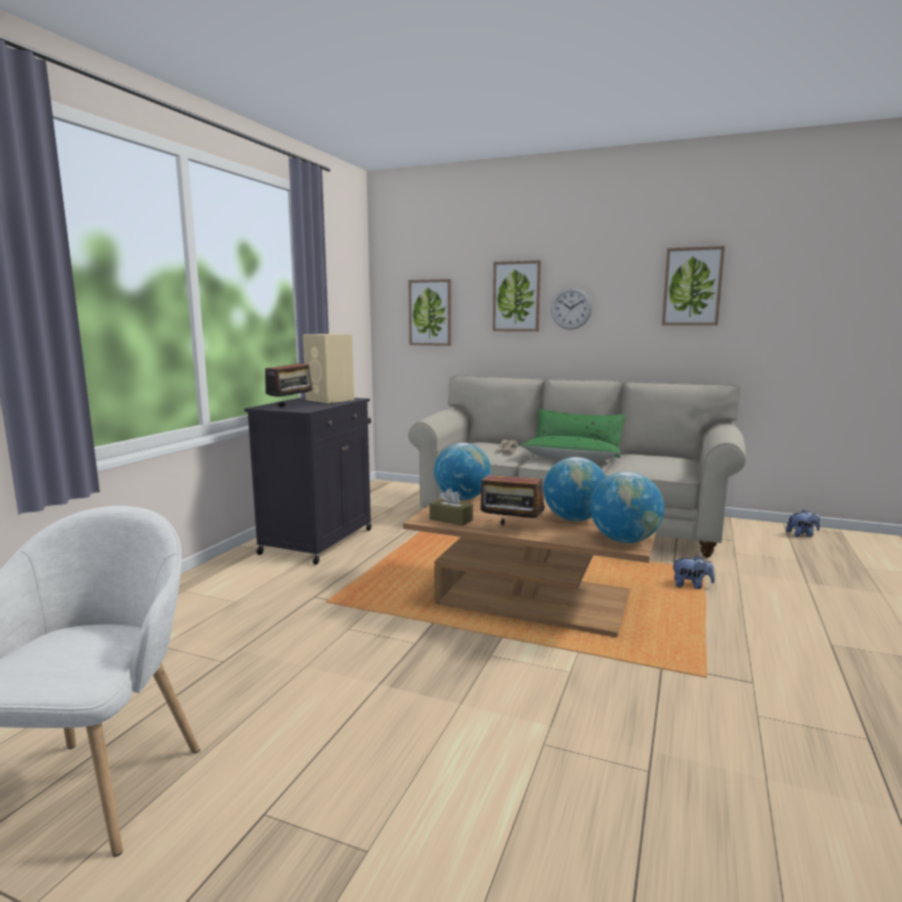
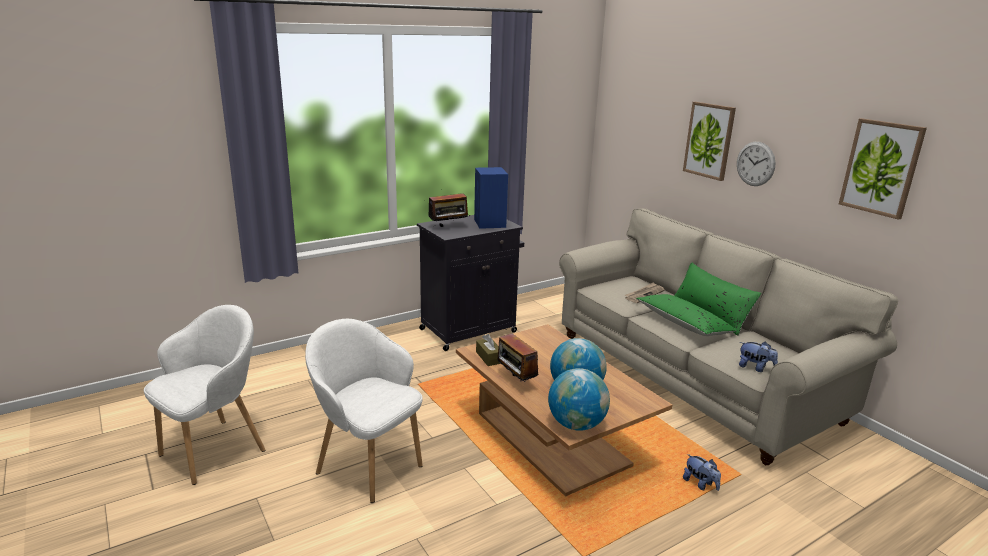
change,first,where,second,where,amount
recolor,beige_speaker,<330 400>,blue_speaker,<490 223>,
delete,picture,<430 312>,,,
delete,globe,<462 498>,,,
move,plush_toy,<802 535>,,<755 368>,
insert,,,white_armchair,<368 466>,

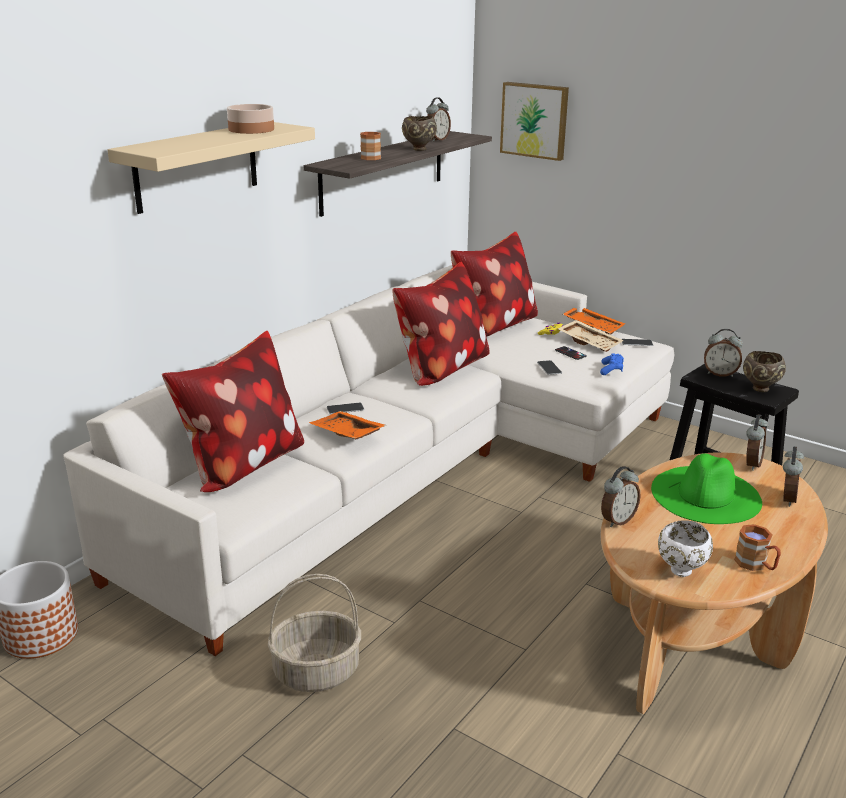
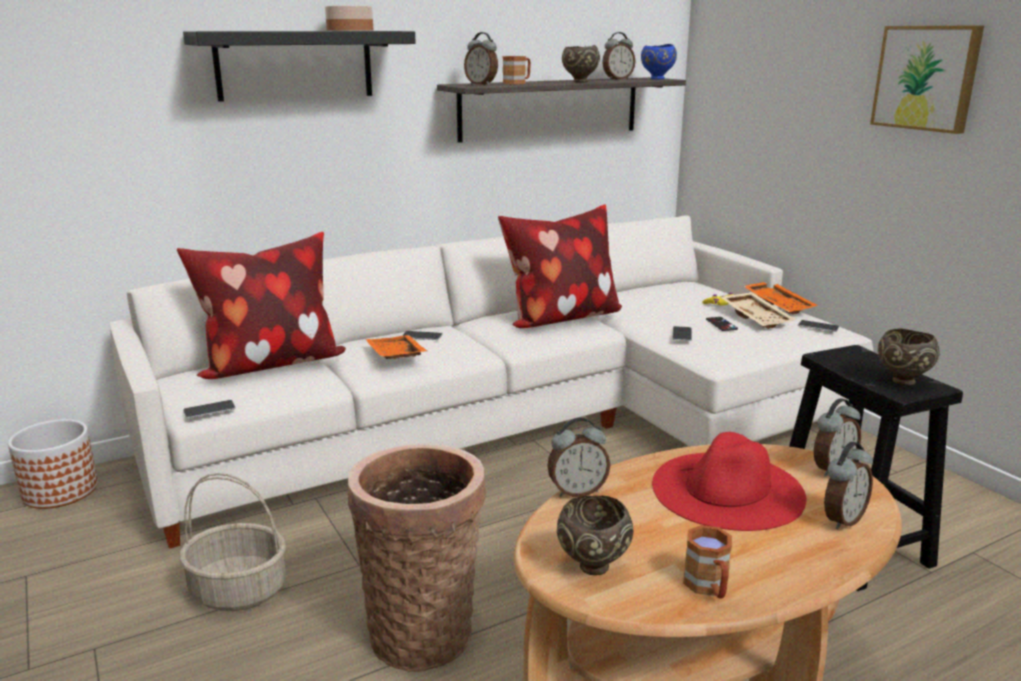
change,first,where,second,where,amount
recolor,beige_shelf,<197 166>,black_shelf,<295 65>,
delete,pillow,<493 327>,,,
move,picture,<535 120>,,<927 78>,
delete,blue_game_controller,<611 370>,,,
recolor,green_hat,<706 494>,red_hat,<728 489>,
recolor,white_bowl,<680 572>,brown_bowl,<592 568>,
move,alarm_clock,<720 374>,,<482 84>,
insert,,,phone,<209 409>,
insert,,,basket,<423 630>,
insert,,,blue_bowl,<657 79>,

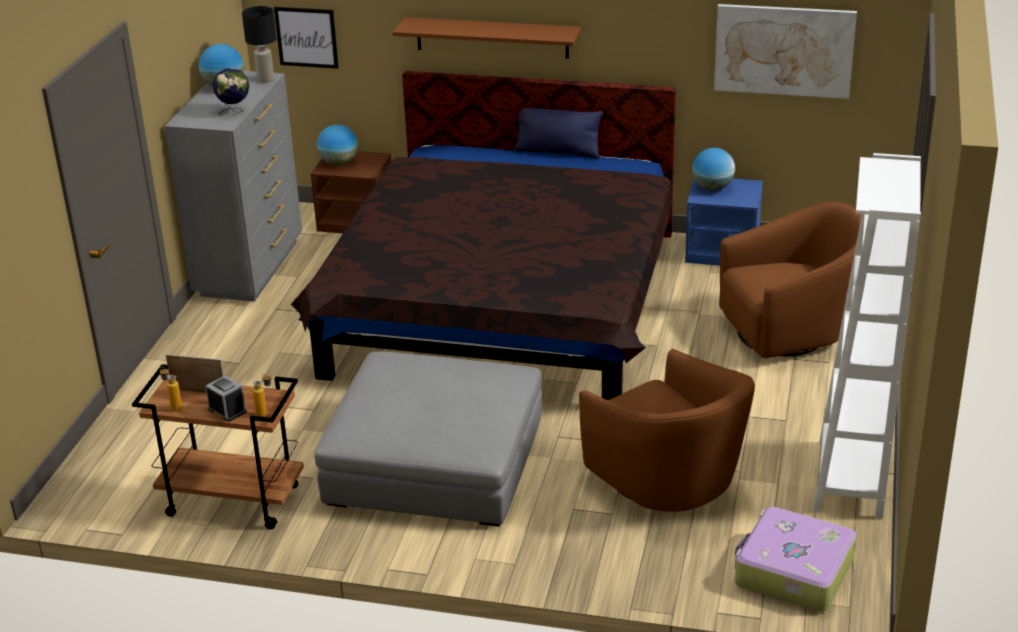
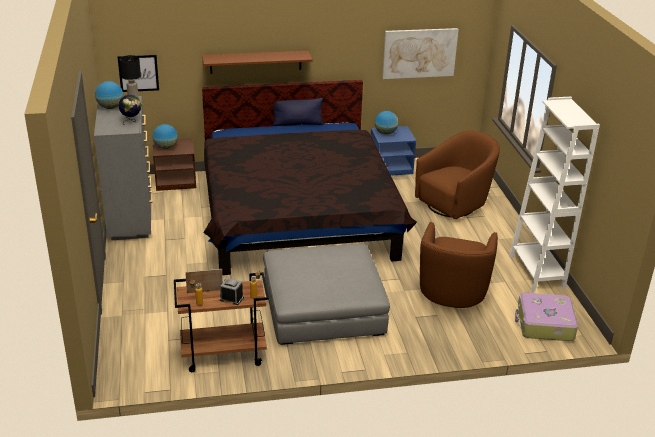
change,first,where,second,where,amount
rotate,brown_armchair,<668 482>,,<452 292>,75 degrees clockwise

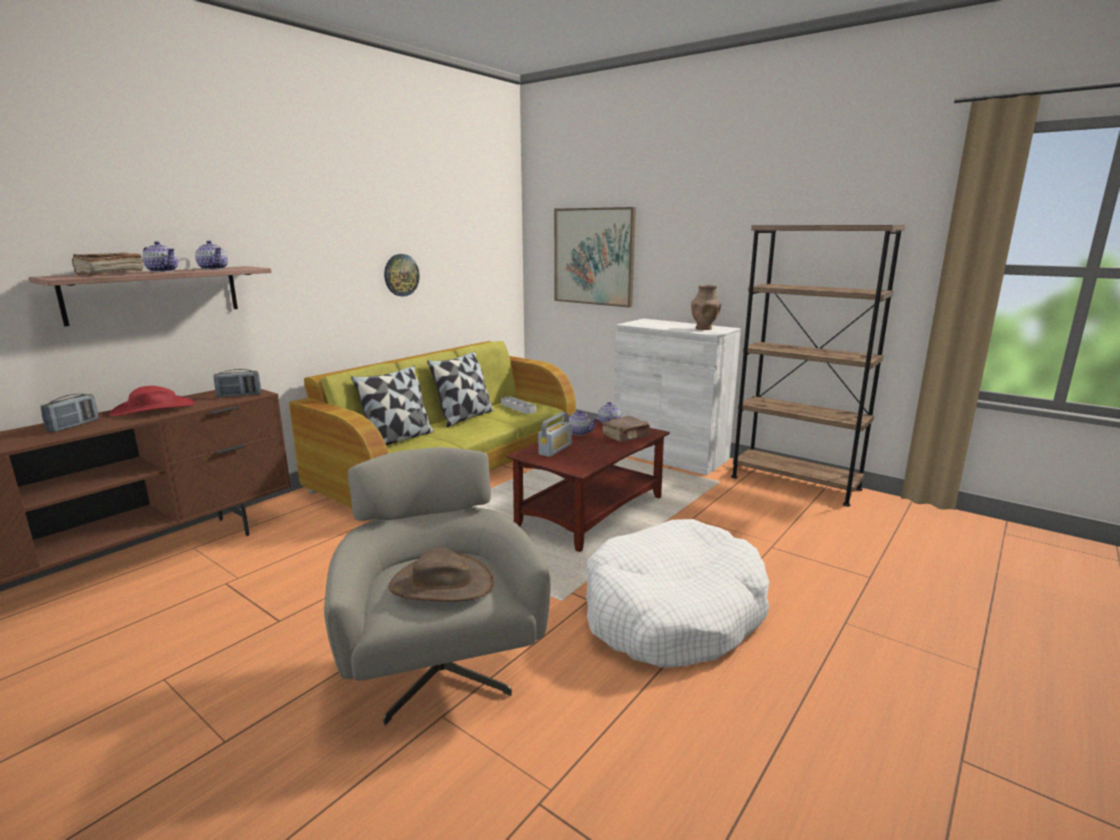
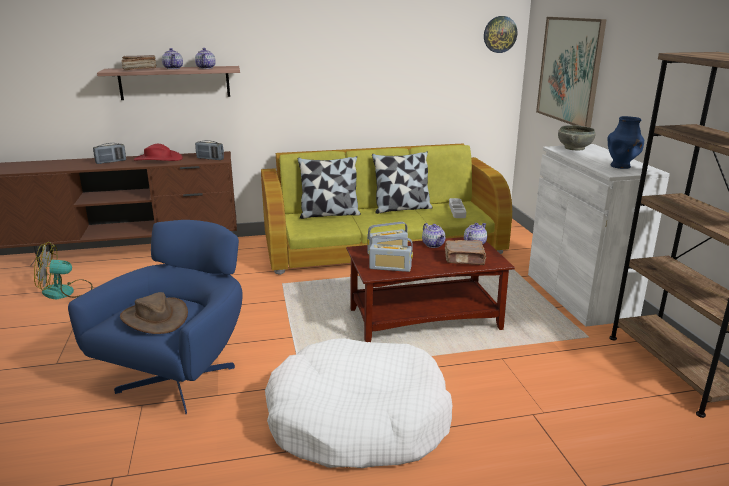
change,first,where,second,where,amount
recolor,grey_armchair,<440 666>,blue_armchair,<180 377>,
move,wall_clock,<401 275>,,<500 34>,
recolor,brown_vase,<704 328>,blue_vase,<621 166>,
insert,,,fan,<66 292>,
insert,,,radio,<390 268>,
insert,,,grey_bowl,<574 148>,

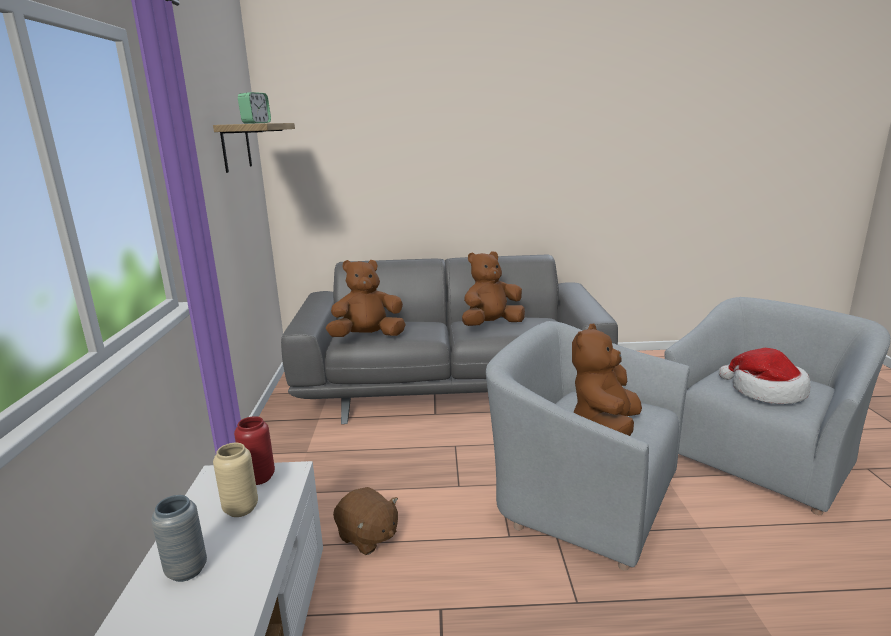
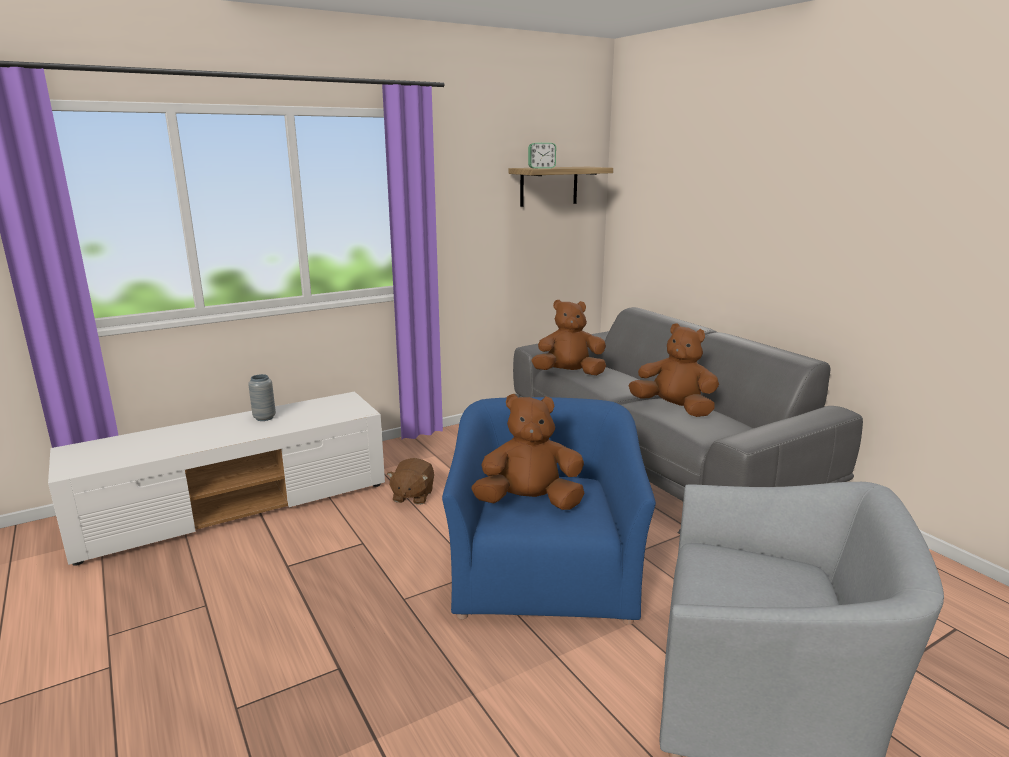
change,first,where,second,where,amount
delete,beige_vase,<241 509>,,,
delete,red_vase,<259 478>,,,
rotate,brown_plush_toy,<367 337>,,<569 373>,45 degrees counterclockwise
recolor,grey_armchair,<582 496>,blue_armchair,<544 576>,
delete,hat,<765 391>,,,

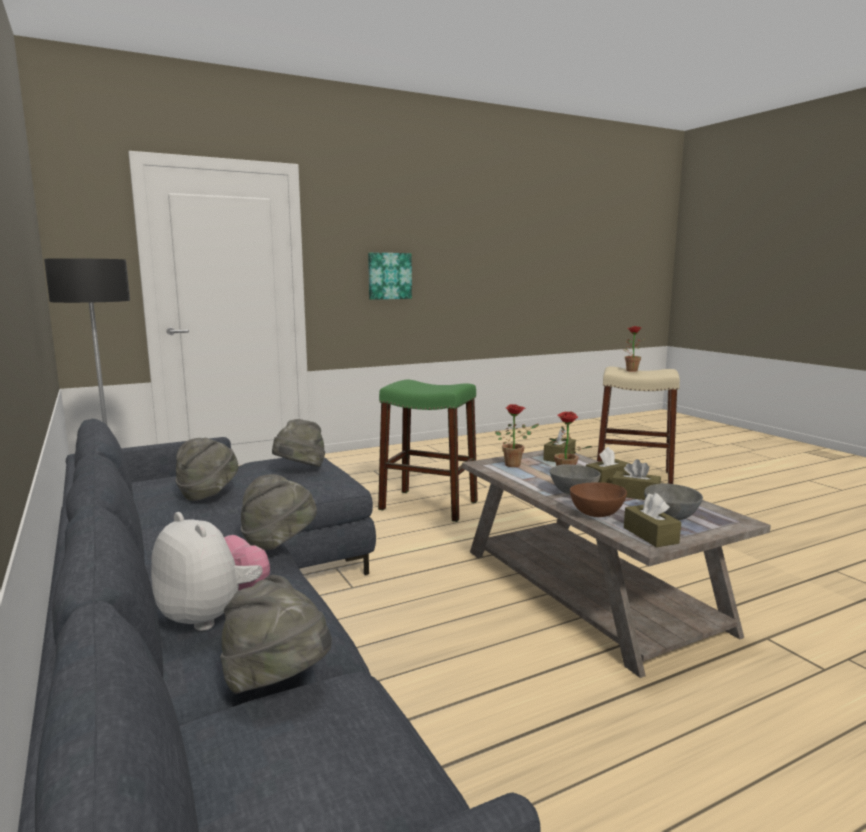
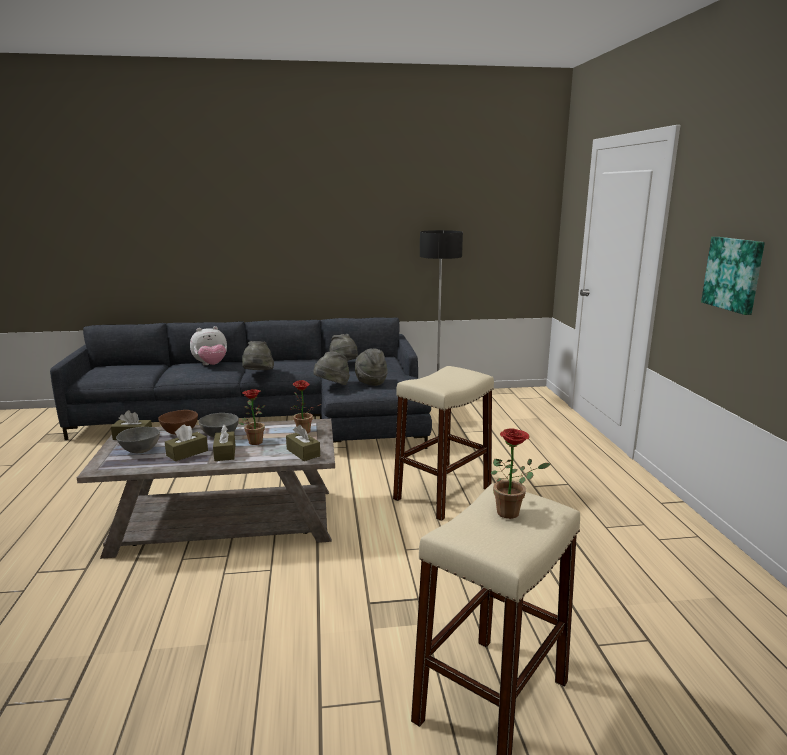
change,first,where,second,where,amount
move,grey_hat,<278 683>,,<332 386>,
recolor,green_stool,<429 505>,beige_stool,<442 494>,

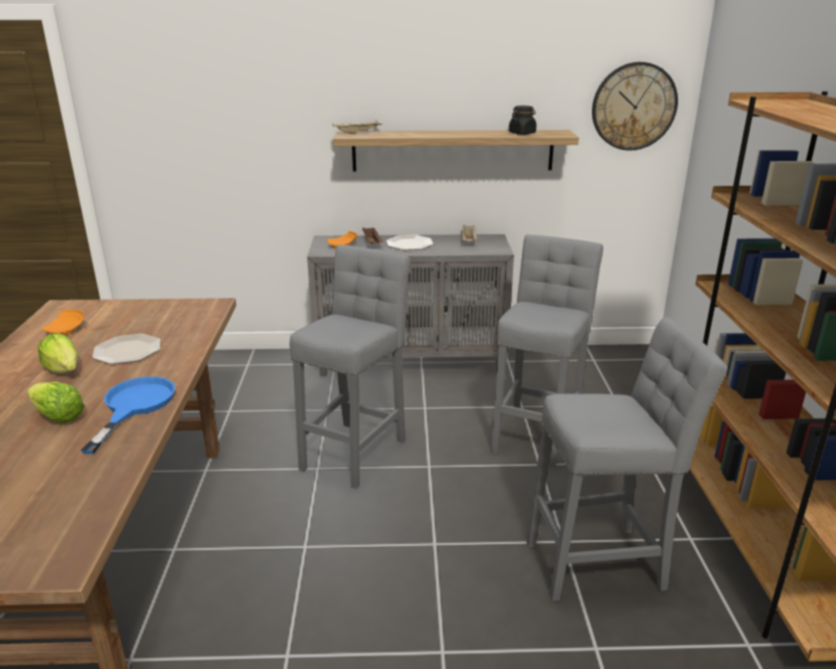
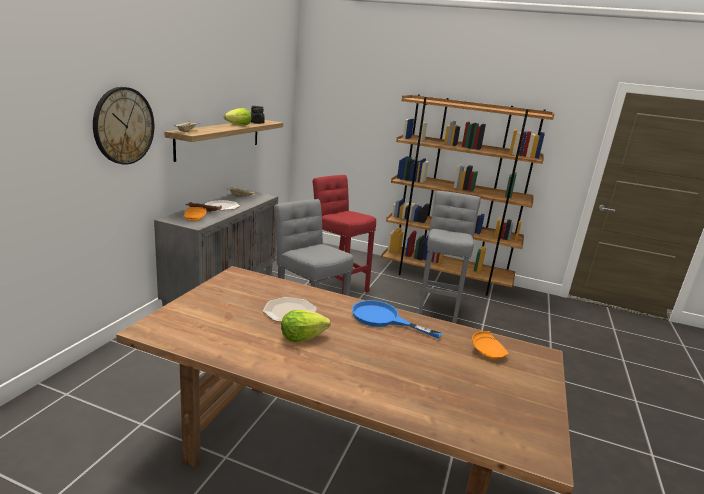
change,first,where,second,where,amount
move,lettuce,<58 417>,,<239 125>,
move,orange_plate,<66 330>,,<488 352>,
recolor,grey_stool,<537 432>,red_stool,<337 285>,
move,wall_clock,<634 106>,,<124 126>,

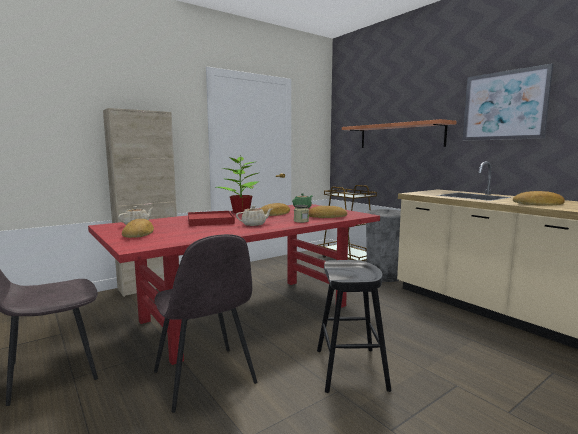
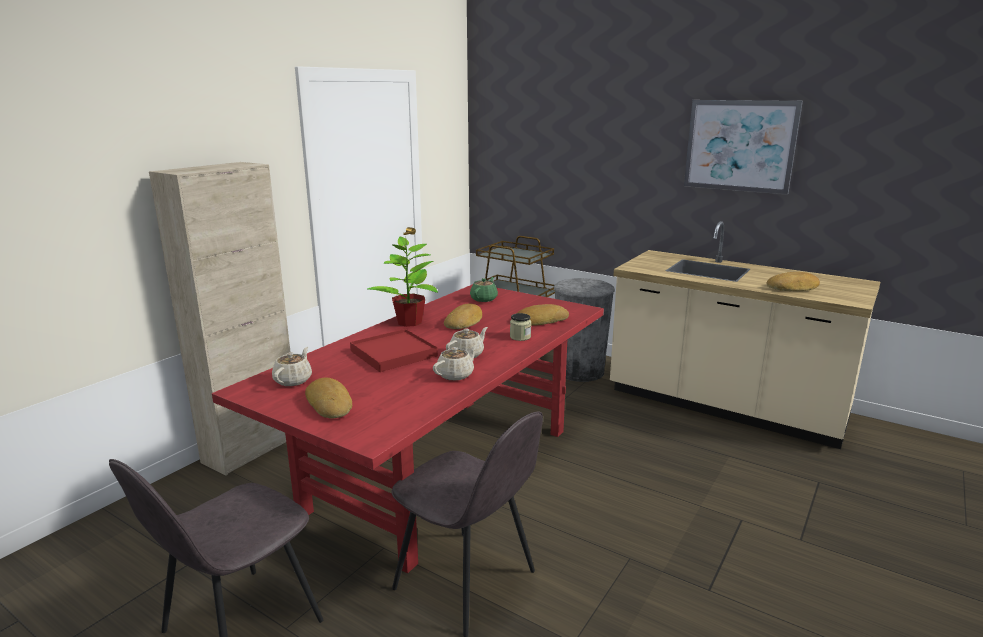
change,first,where,second,where,amount
delete,black_stool,<350 369>,,,
delete,shelf,<400 136>,,,
insert,,,beige_teapot,<456 375>,

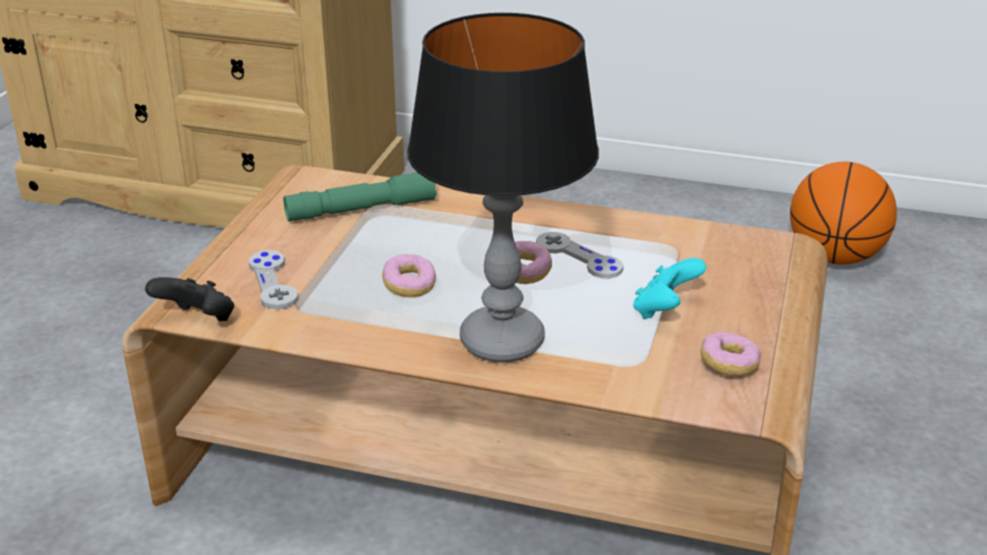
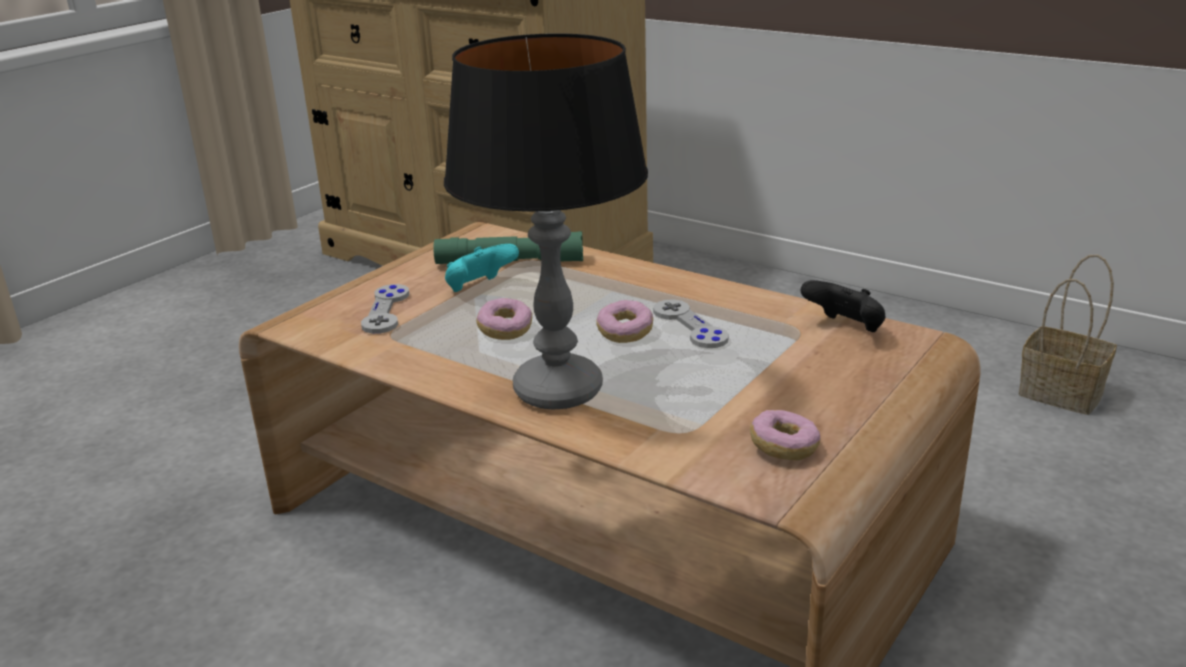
change,first,where,second,where,amount
move,black_game_controller,<198 321>,,<845 329>,
move,turquoise_game_controller,<664 311>,,<479 288>,
replace,basketball,<835 257>,basket,<1063 394>,

